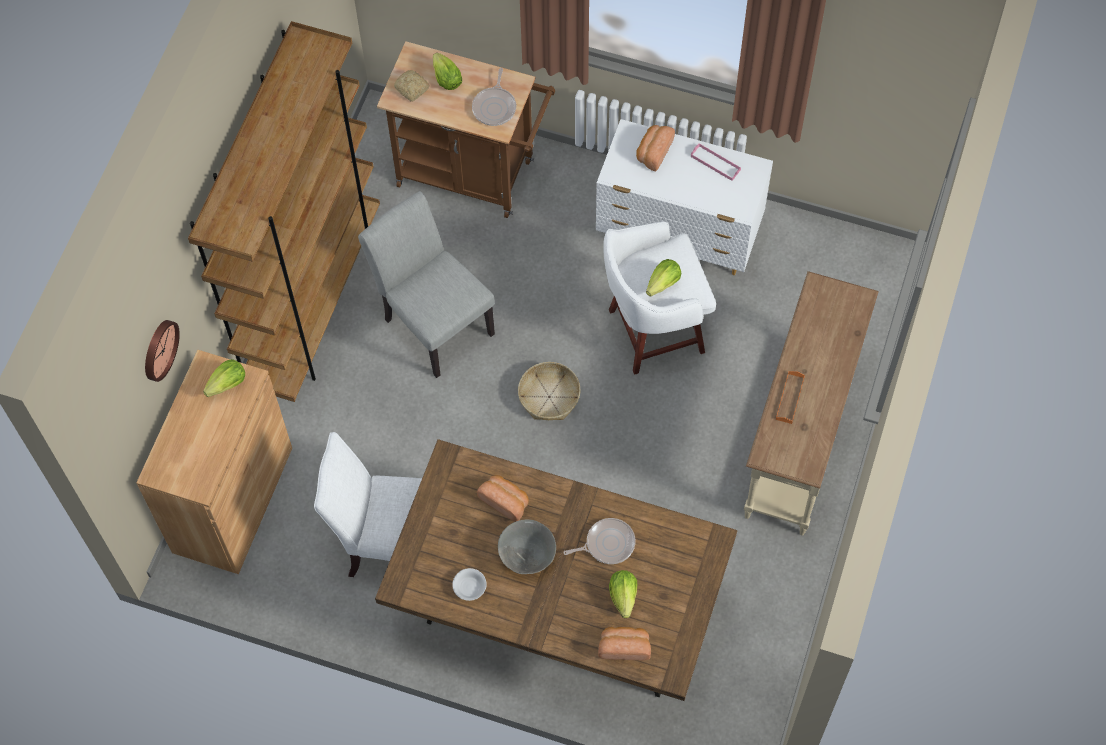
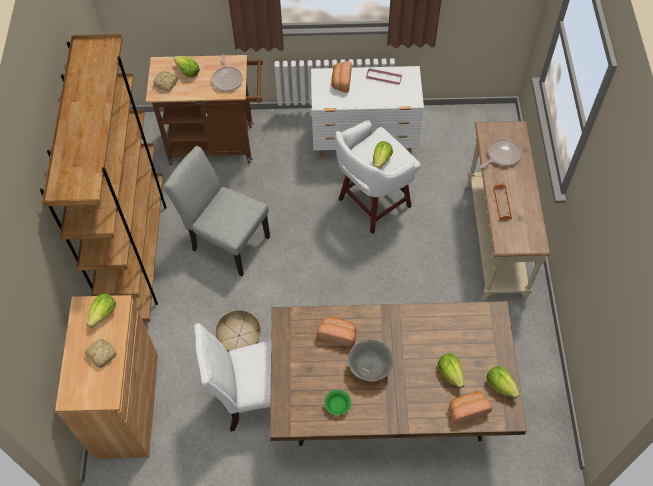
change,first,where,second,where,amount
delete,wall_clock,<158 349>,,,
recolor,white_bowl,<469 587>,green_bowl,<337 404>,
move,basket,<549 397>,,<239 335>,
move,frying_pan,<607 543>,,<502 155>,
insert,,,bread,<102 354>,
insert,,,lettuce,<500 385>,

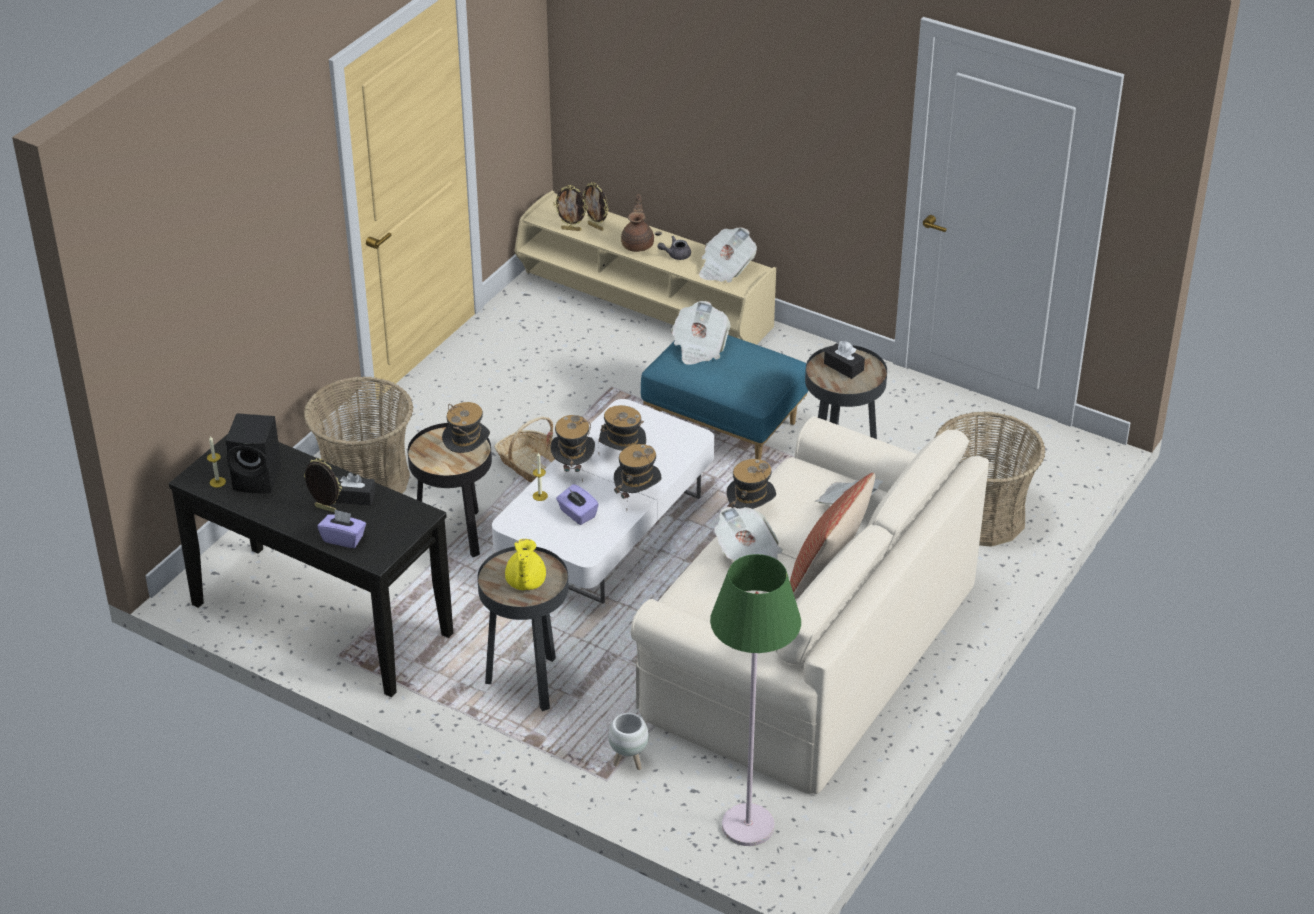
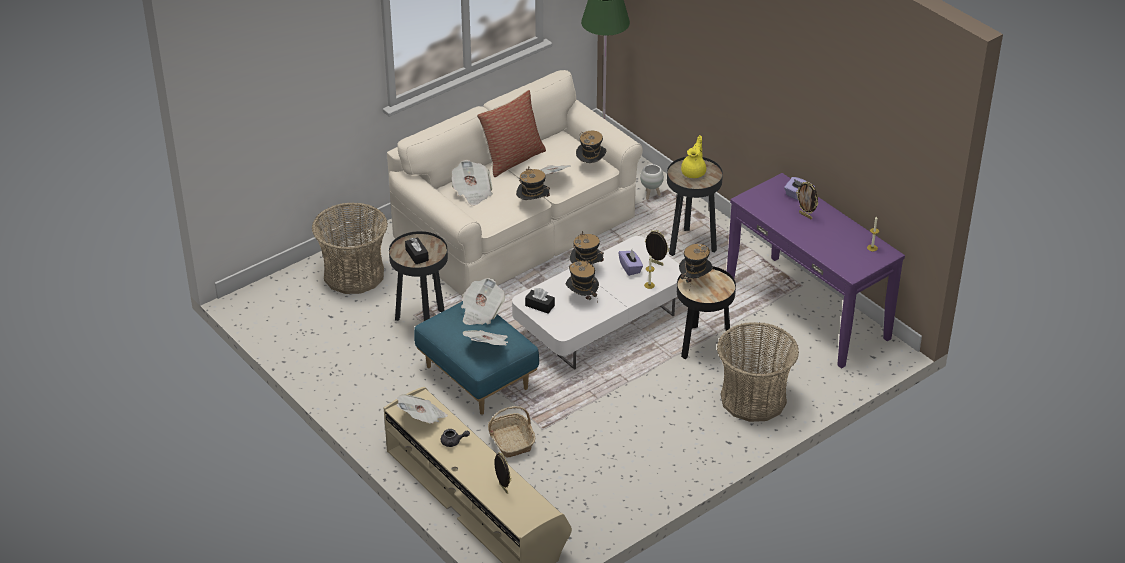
change,first,where,second,where,amount
recolor,black_console_table,<321 620>,purple_console_table,<807 310>,
delete,black_speaker,<259 478>,,,
move,black_tissue_box,<354 497>,,<540 306>,
move,basket,<530 464>,,<511 441>,
move,hat,<573 468>,,<591 166>,
move,picture_frame,<571 229>,,<655 263>,
delete,brown_teapot,<638 244>,,,
insert,,,newspaper,<481 312>,

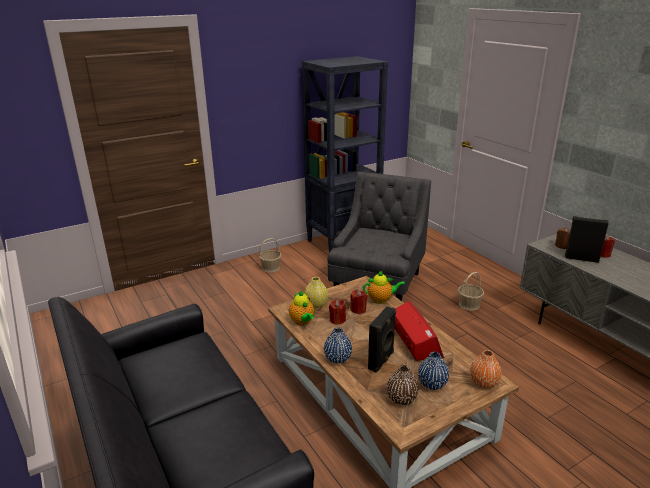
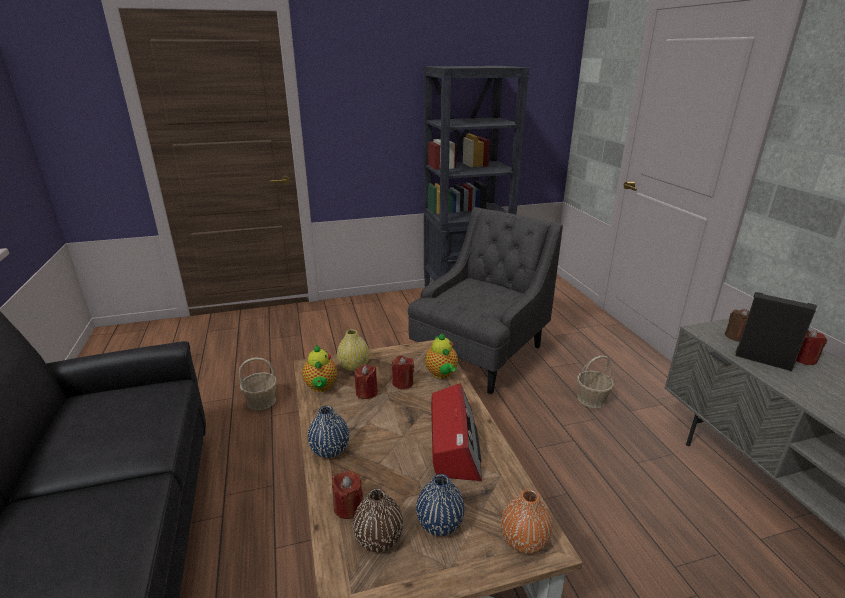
change,first,where,second,where,amount
move,basket,<271 268>,,<261 401>,
rotate,teapot,<381 300>,,<442 374>,60 degrees clockwise
delete,black_speaker,<382 361>,,,
insert,,,red_candle,<348 507>,

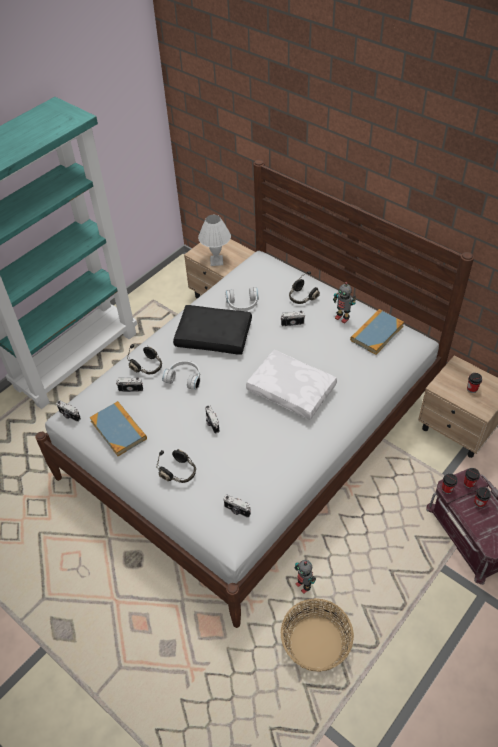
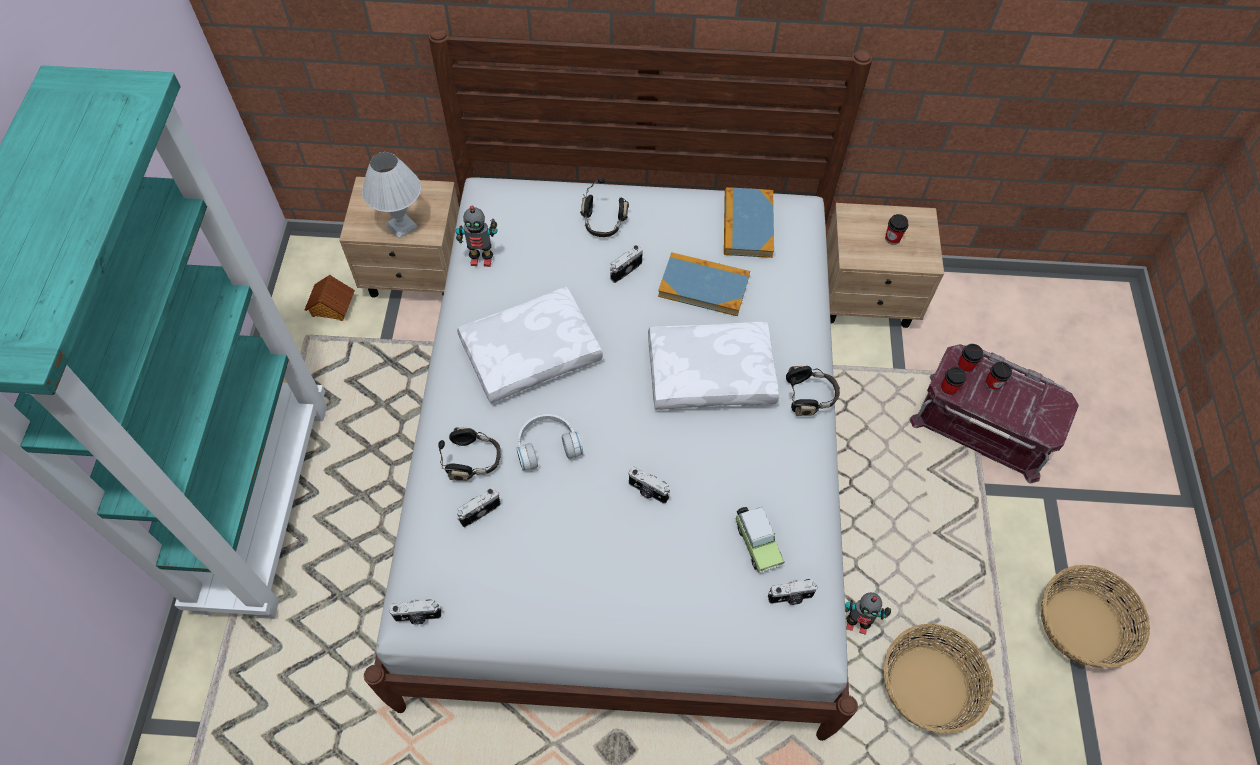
change,first,where,second,where,amount
move,book,<118 430>,,<703 286>,
move,black_headphones,<179 472>,,<810 396>,
recolor,black_pillow,<214 335>,white_pillow,<531 351>,
delete,white_headphones,<242 304>,,,
move,toy_robot,<342 318>,,<481 259>,
insert,,,toy_house,<331 307>,
insert,,,toy_car,<757 542>,
insert,,,basket,<1081 625>,

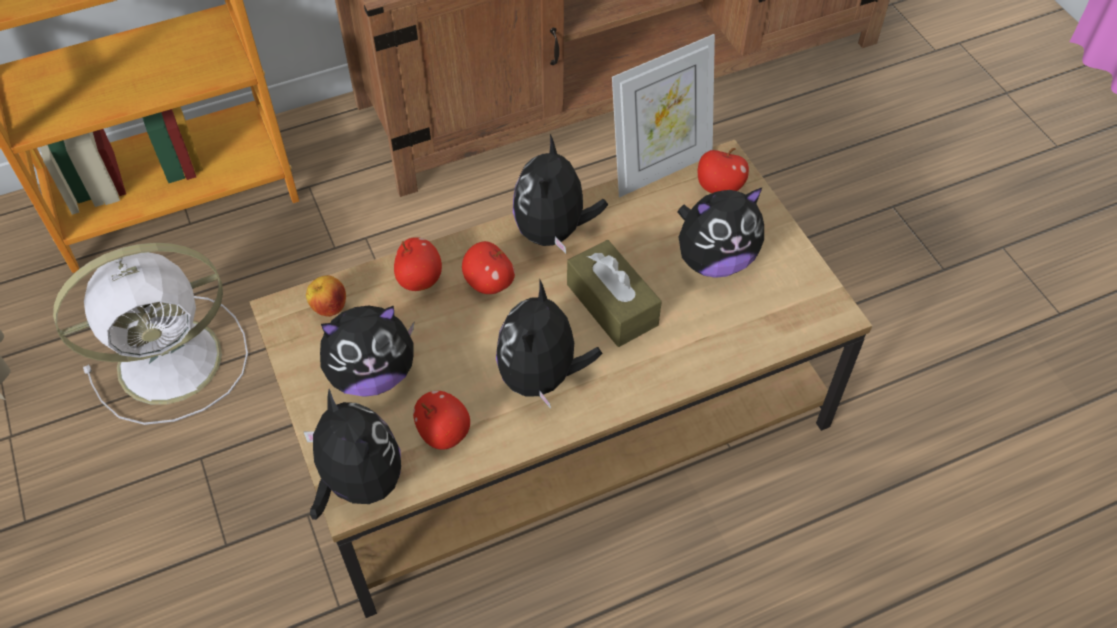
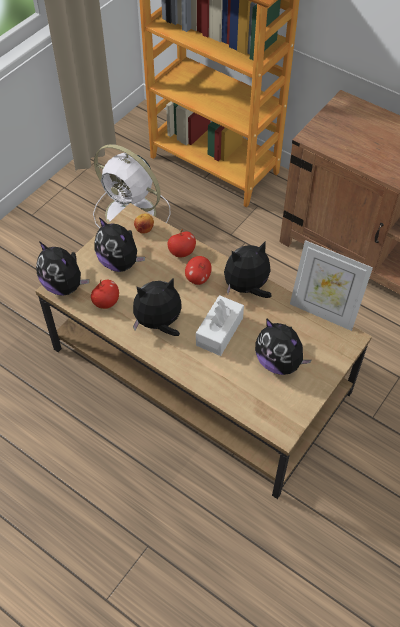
change,first,where,second,where,amount
rotate,plush_toy,<358 482>,,<64 285>,105 degrees clockwise
recolor,brown_tissue_box,<612 304>,white_tissue_box,<219 331>,
delete,apple,<719 187>,,,

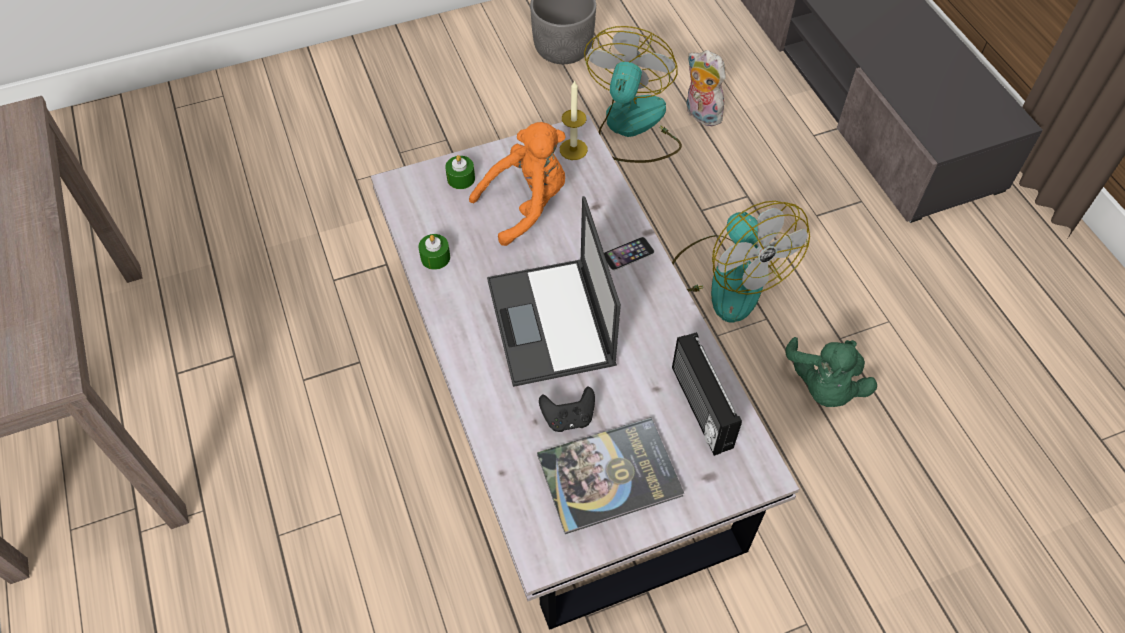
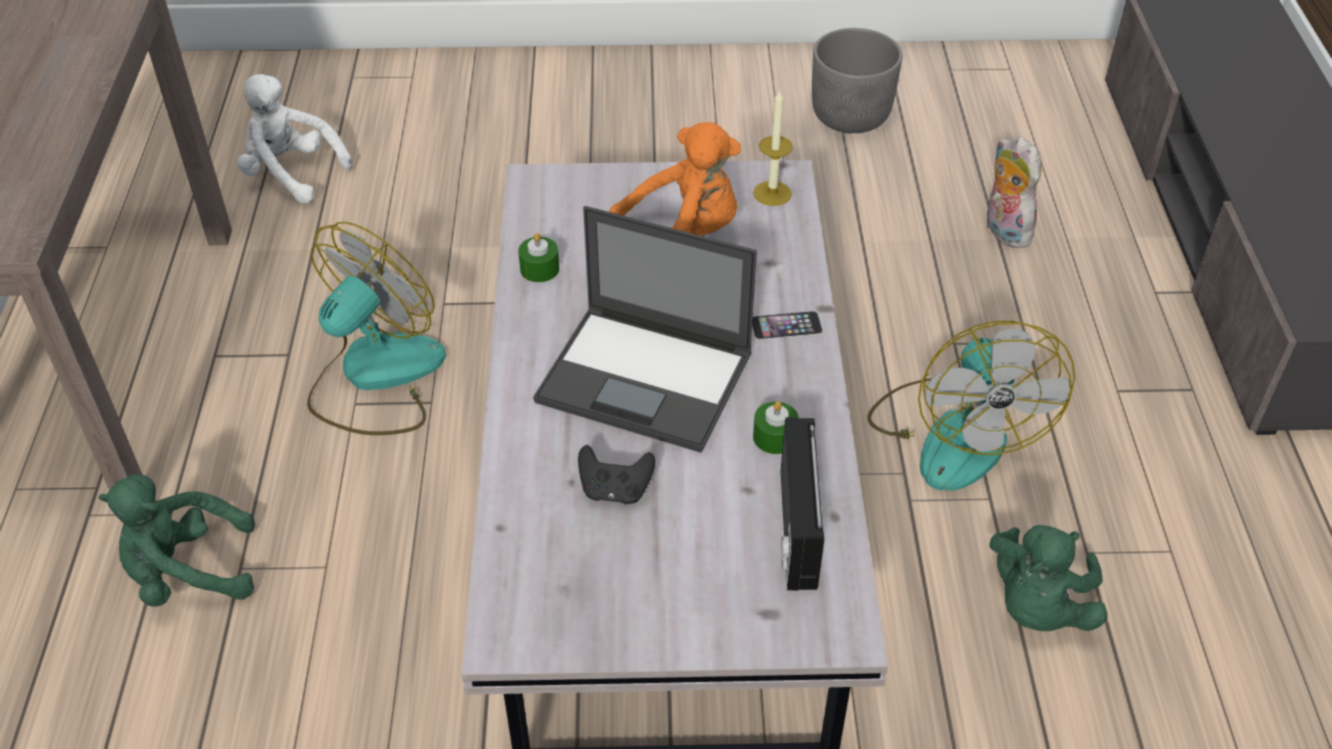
change,first,where,second,where,amount
move,green_candle,<461 178>,,<774 437>,
rotate,laptop,<551 323>,,<647 378>,75 degrees counterclockwise
delete,book,<609 475>,,,
move,fan,<632 127>,,<375 377>,
insert,,,green_plush_toy,<187 573>,
insert,,,white_plush_toy,<291 173>,

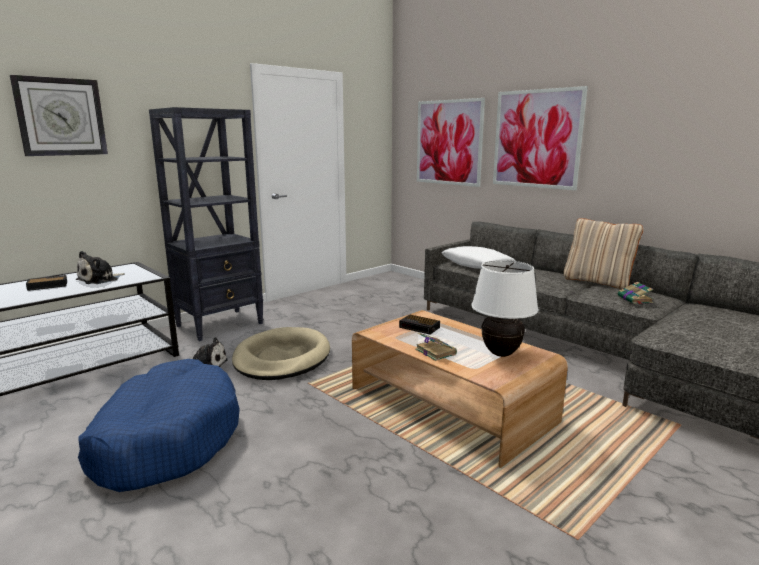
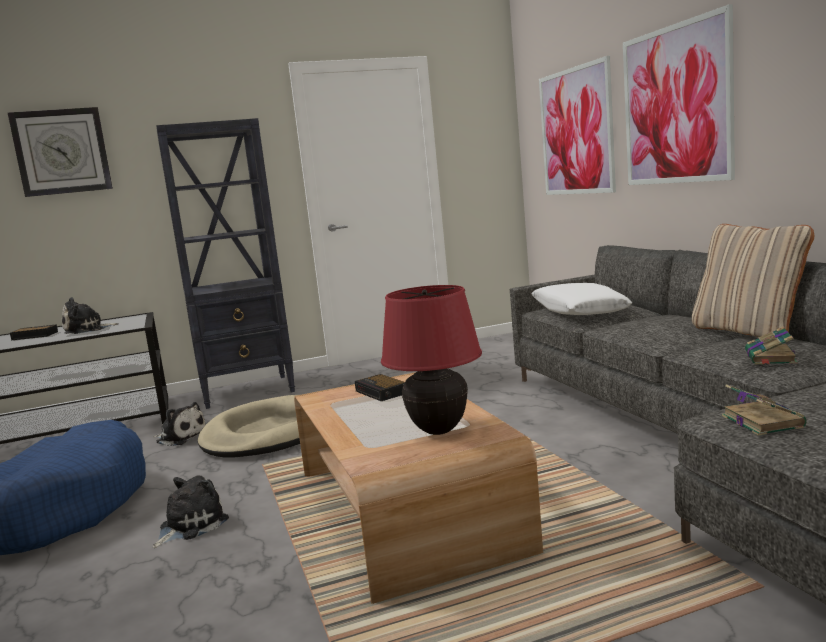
change,first,where,second,where,amount
move,book,<435 351>,,<761 421>,
recolor,white_table_lamp,<501 353>,red_table_lamp,<438 430>,
insert,,,plush_toy,<190 526>,

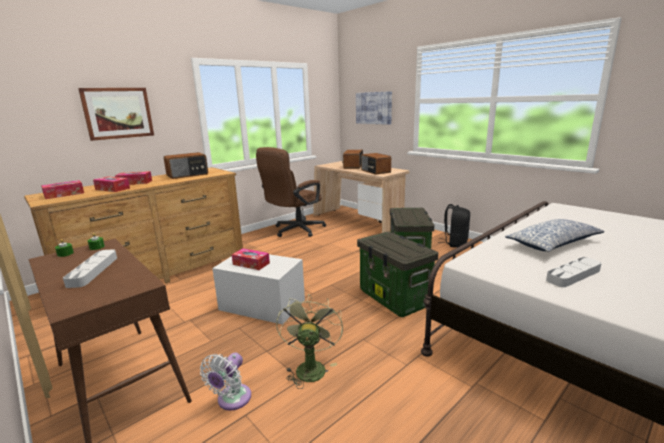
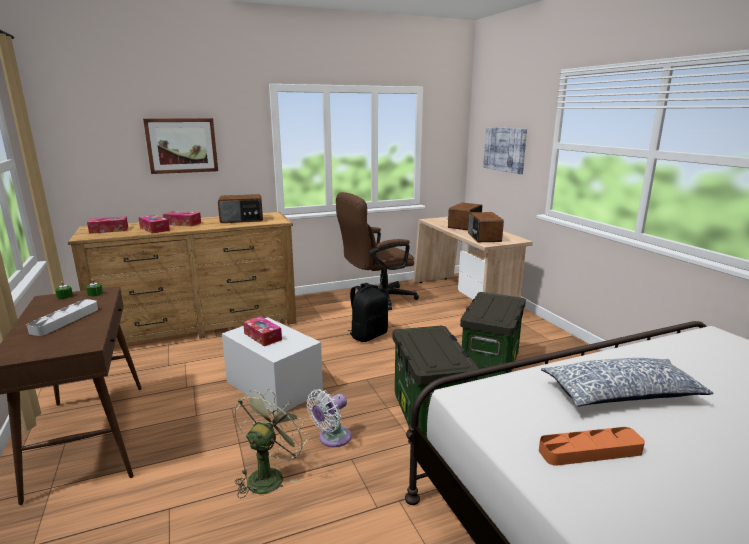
change,first,where,second,where,amount
move,white_fan,<232 400>,,<332 438>,
move,black_backpack,<455 243>,,<368 335>,
recolor,grey_tray,<573 275>,orange_tray,<590 451>,

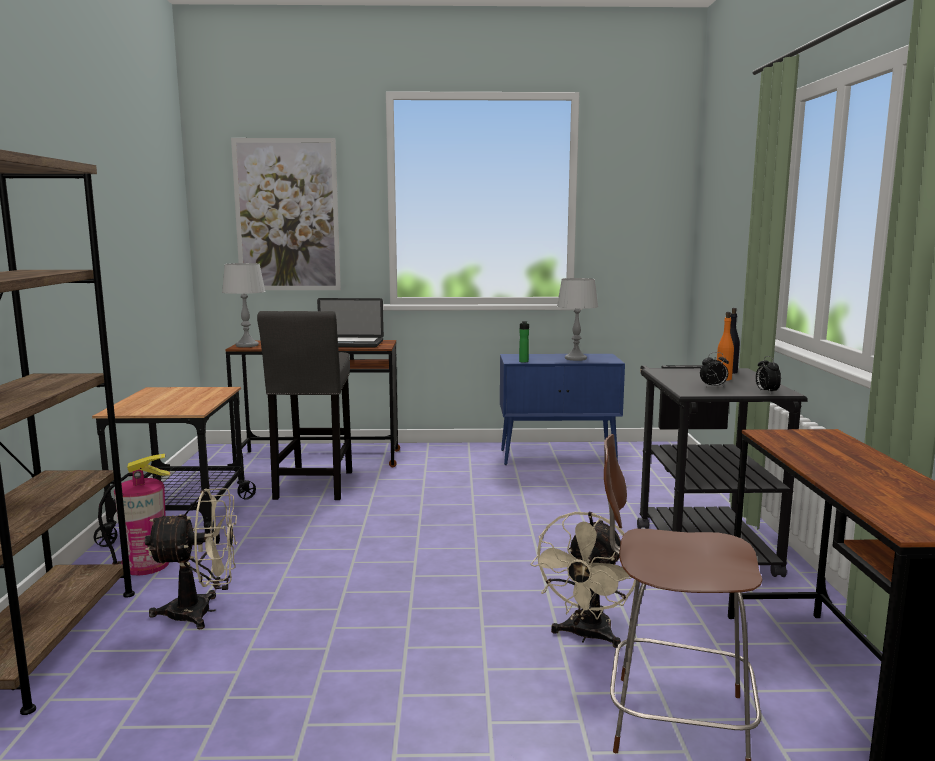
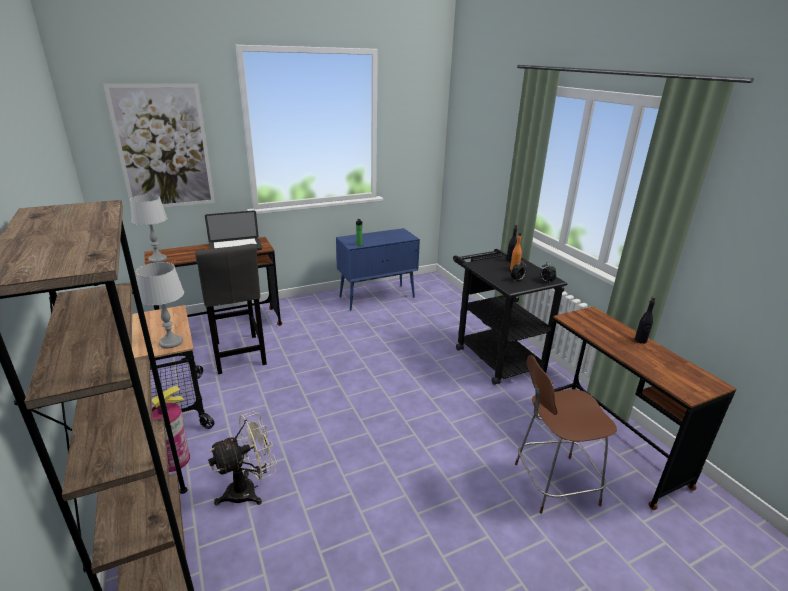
change,first,where,second,where,amount
delete,beige_fan,<586 636>,,,
move,grey_table_lamp,<576 358>,,<171 342>,
insert,,,black_bottle,<640 340>,

